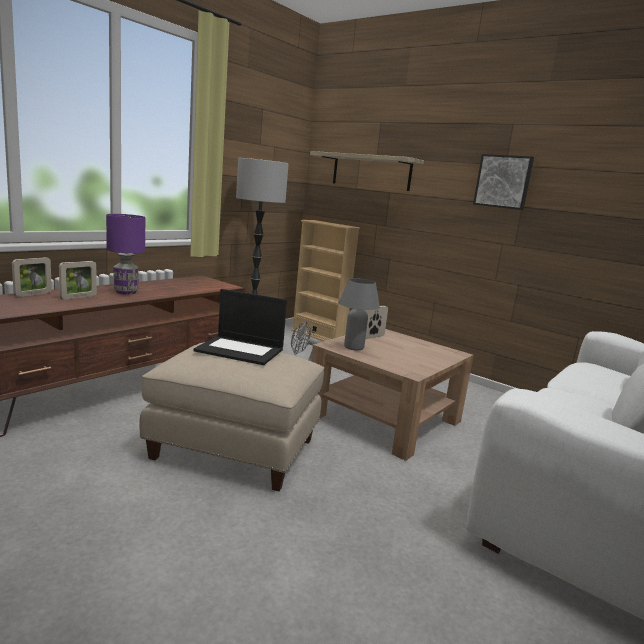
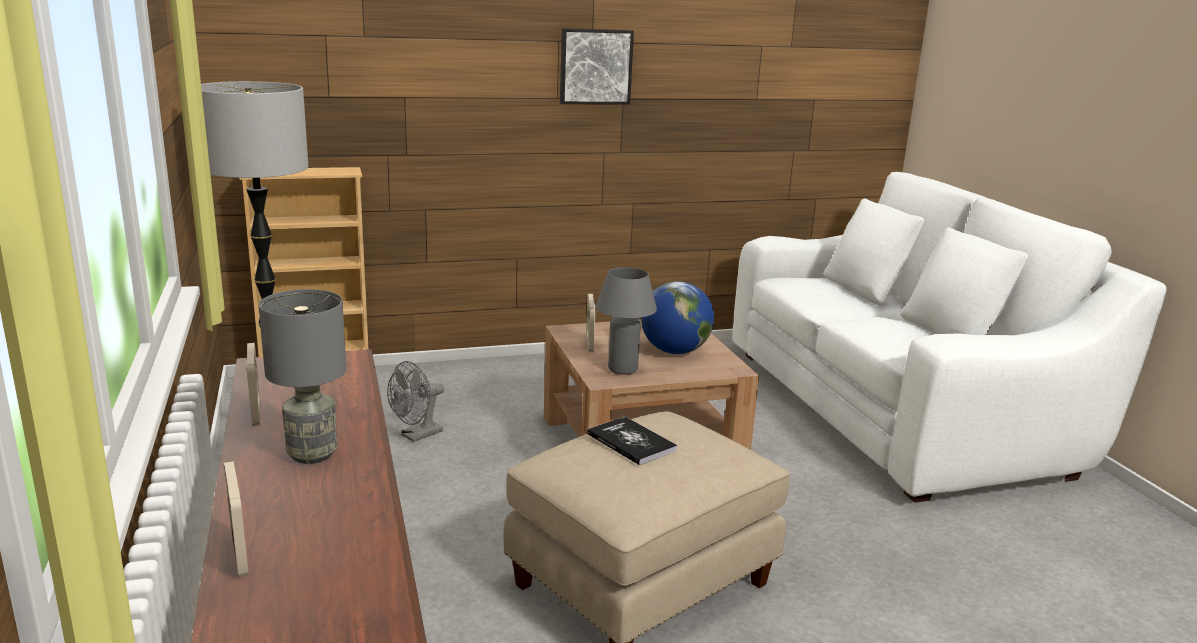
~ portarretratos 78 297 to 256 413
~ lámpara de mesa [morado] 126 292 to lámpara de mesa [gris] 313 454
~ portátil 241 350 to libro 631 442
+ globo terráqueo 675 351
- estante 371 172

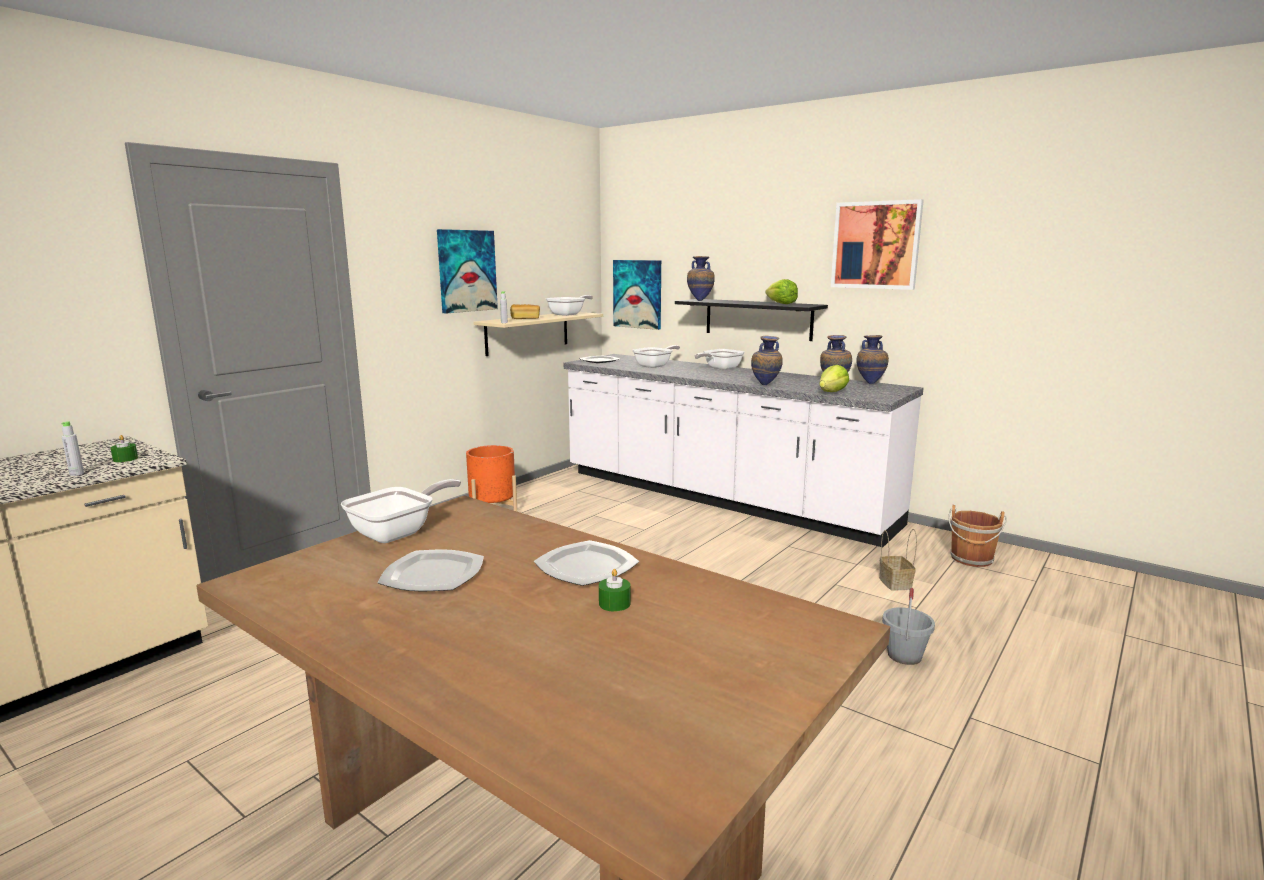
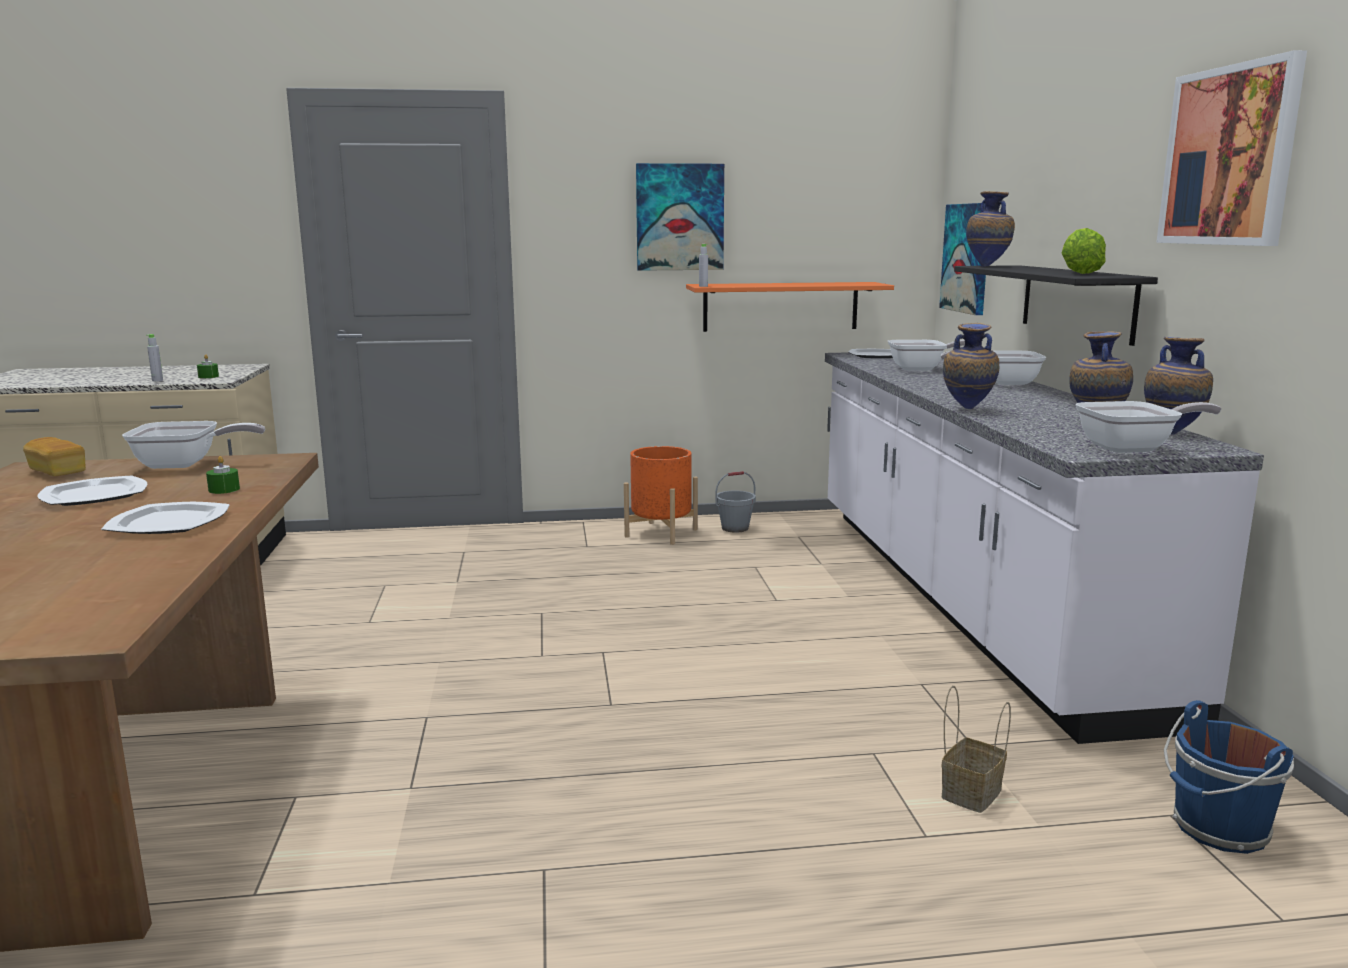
~ pan 525 319 to 57 472
~ vela [verde] 614 603 to 224 489
~ estante [beis] 527 333 to estante [naranja] 780 306
~ cubo [gris] 904 655 to 735 528
~ sartén 569 314 to 1133 448
~ cubo [marrón] 971 559 to cubo [azul] 1217 829
- lechuga 831 392

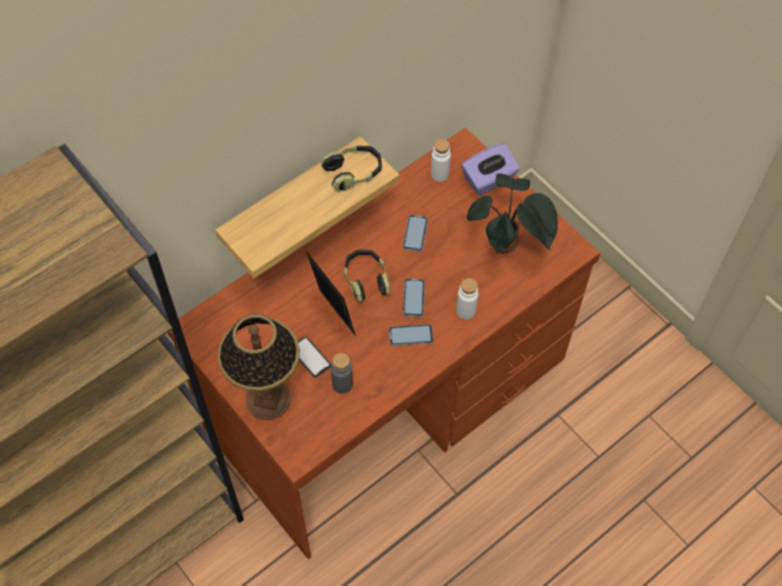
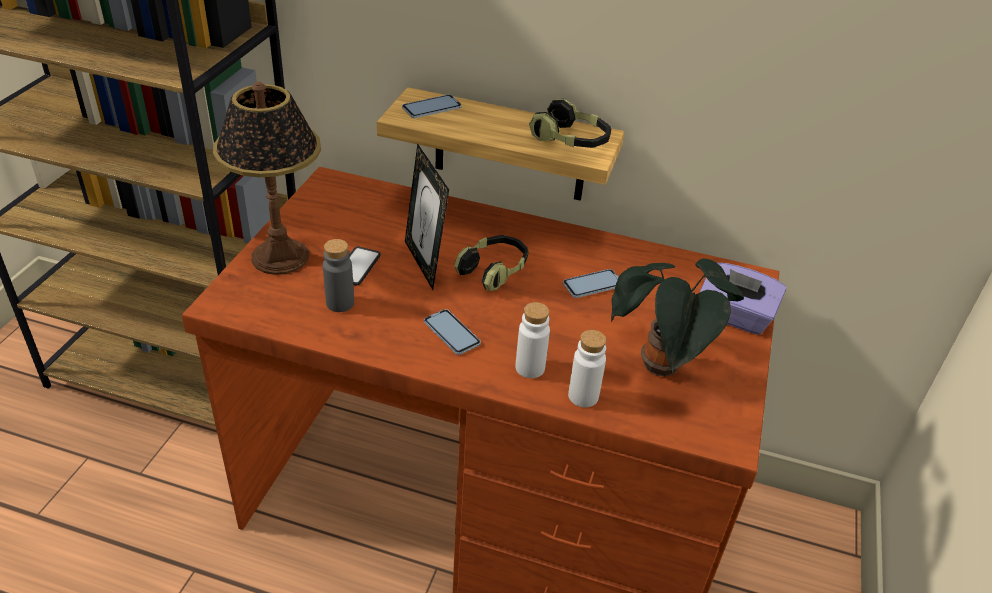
~ móvil 413 298 to 431 108
~ portarretratos 333 315 = 425 263 135 degrees clockwise
~ botella [blanco] 439 174 to 583 396

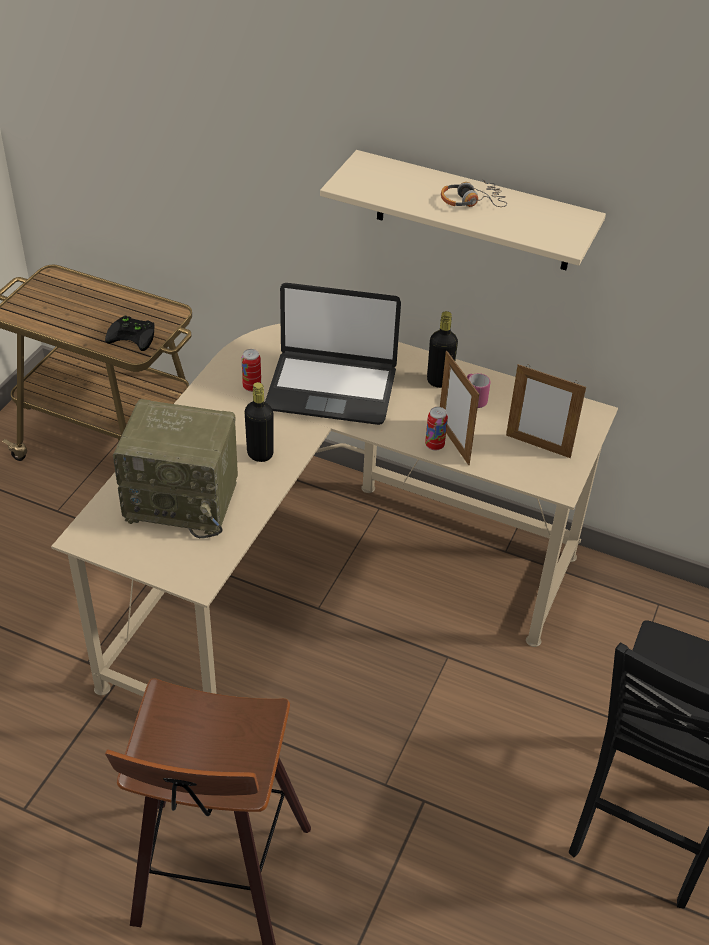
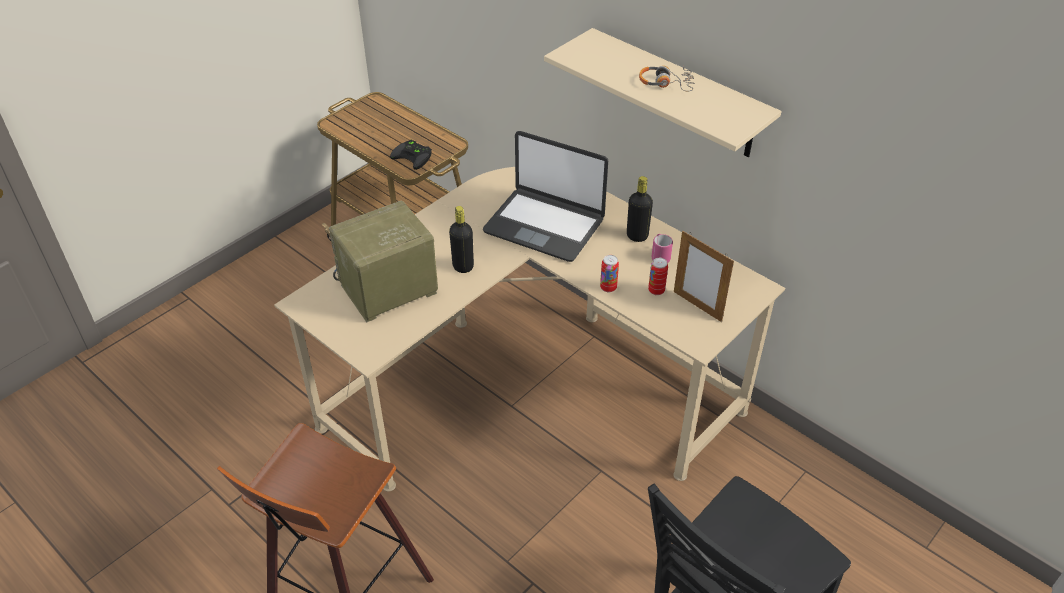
~ radio 184 500 = 387 290 120 degrees clockwise
~ lata 252 387 to 656 290
- portarretratos 453 442

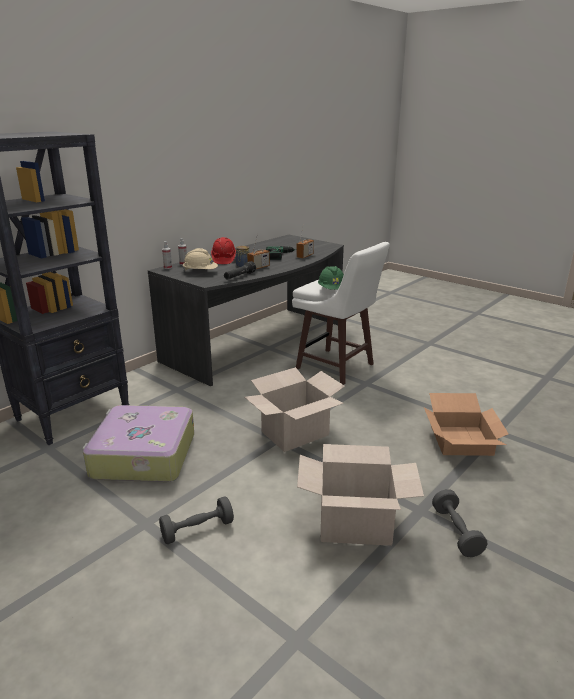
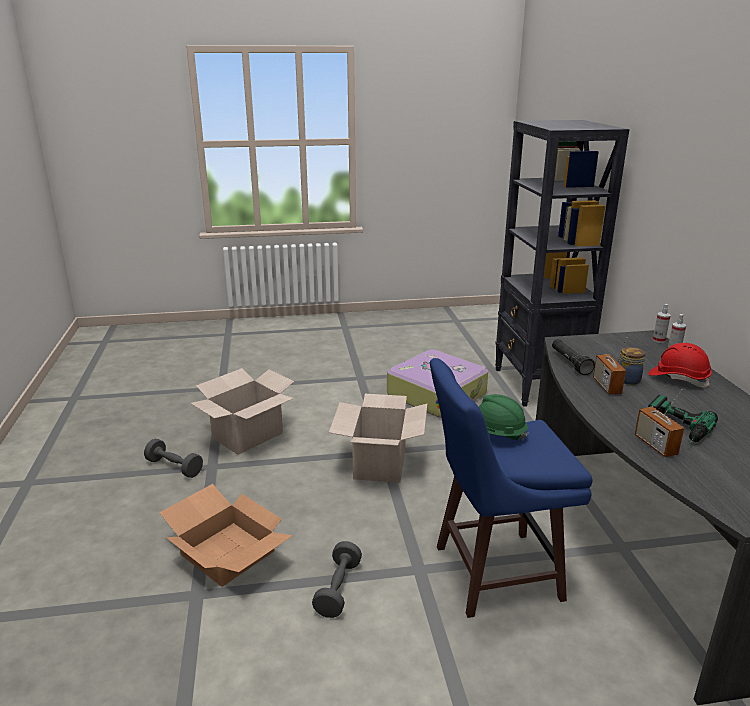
~ mancuerna [gris] 197 530 to 338 589
~ taburete [blanco] 336 367 to taburete [azul] 493 572
- casco [beis] 200 272

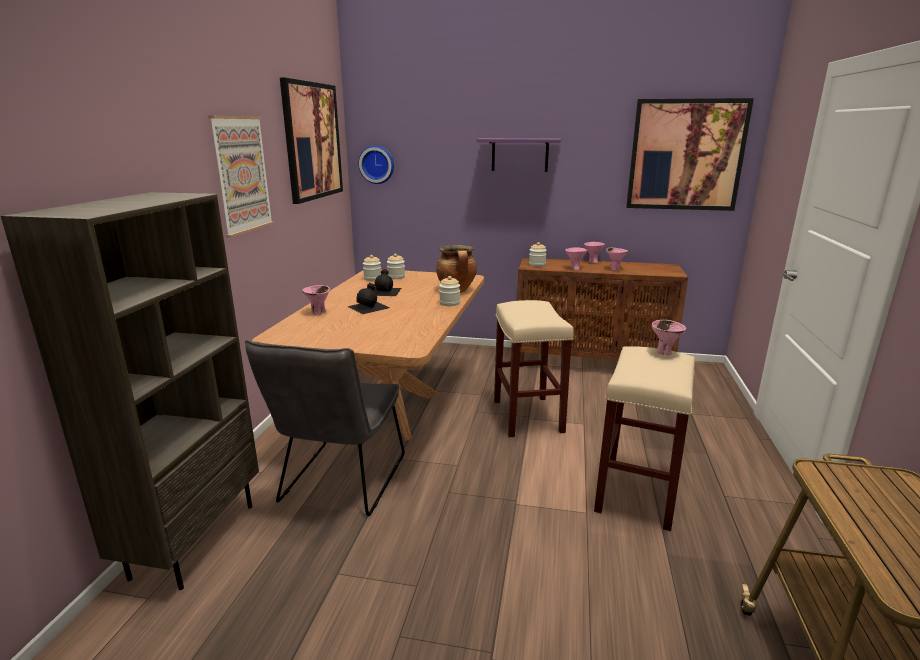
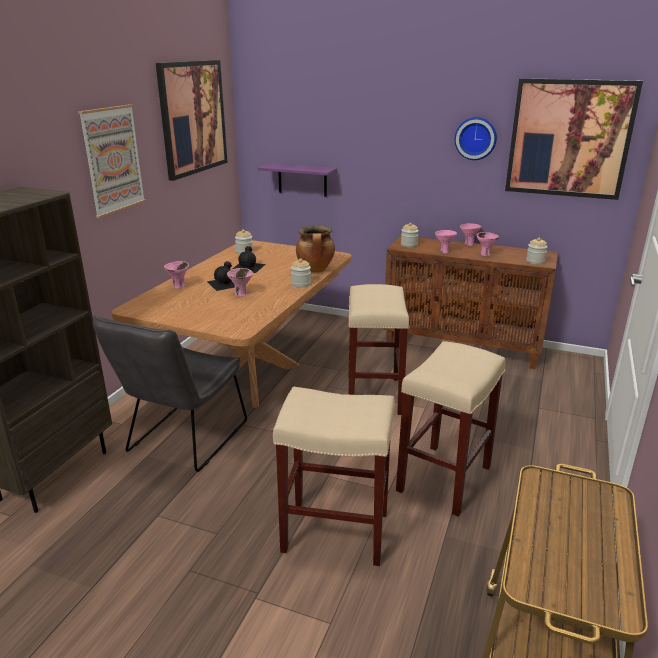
~ cuenco [rosa] 664 352 to 241 294
~ estante [morado] 520 154 to 302 180
+ taburete [beis] 337 531
~ reloj de pared 377 164 to 476 138
~ tarro 396 277 to 535 261

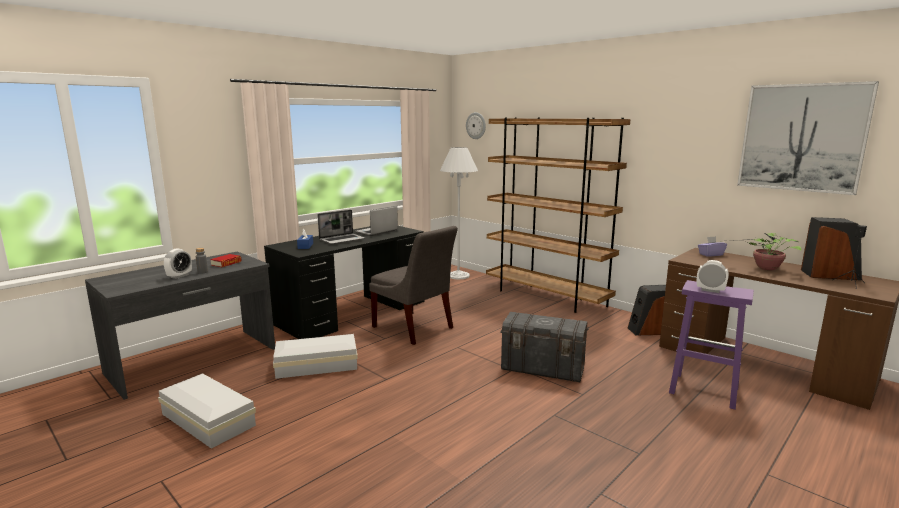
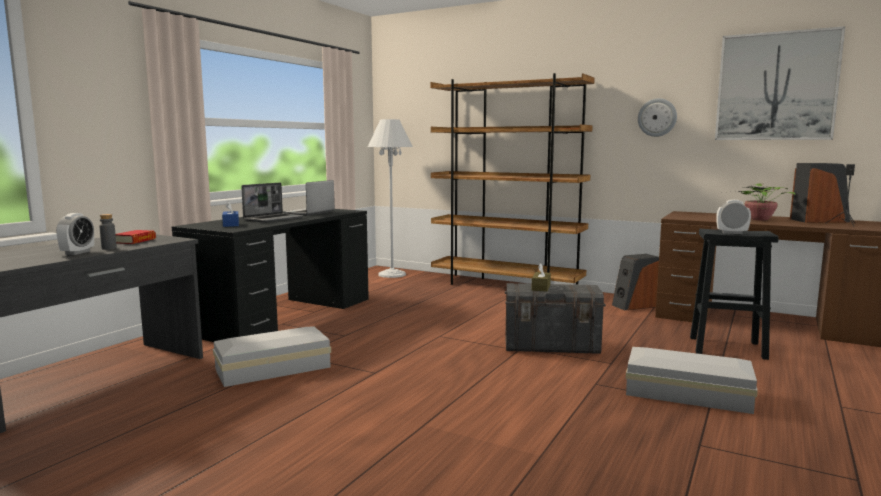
+ caja de pañuelos [marrón] 541 287
~ caja de almacenaje [blanco] 207 421 to 689 394
~ reloj de pared 476 125 to 657 117
~ taburete [morado] 702 390 to taburete [negro] 725 348
- silla [gris] 414 328
- caja de pañuelos [morado] 710 254

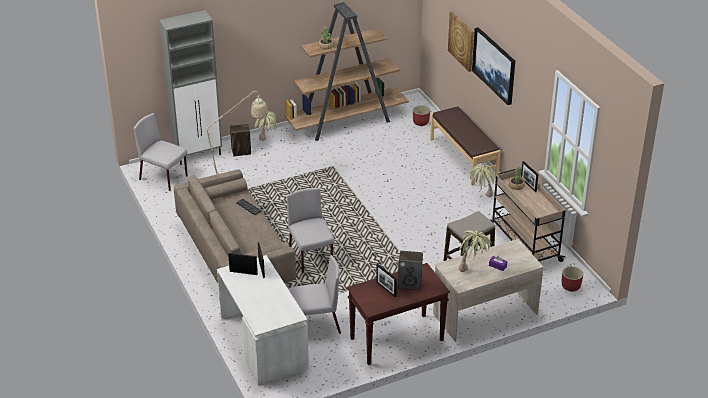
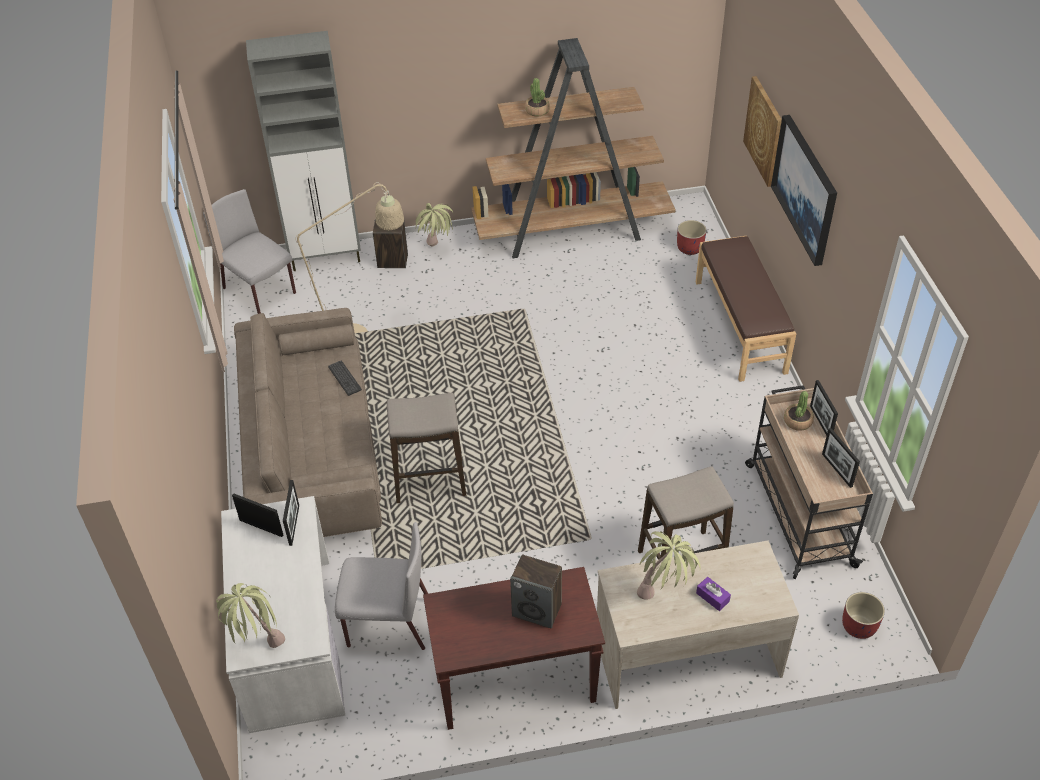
~ planta en maceta 481 197 to 257 643
~ silla [gris] 311 257 to taburete 429 481
~ portarretratos 386 289 to 837 470

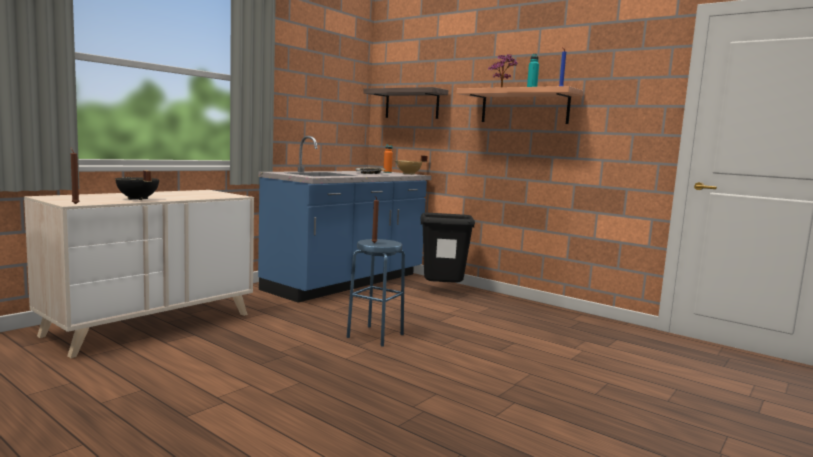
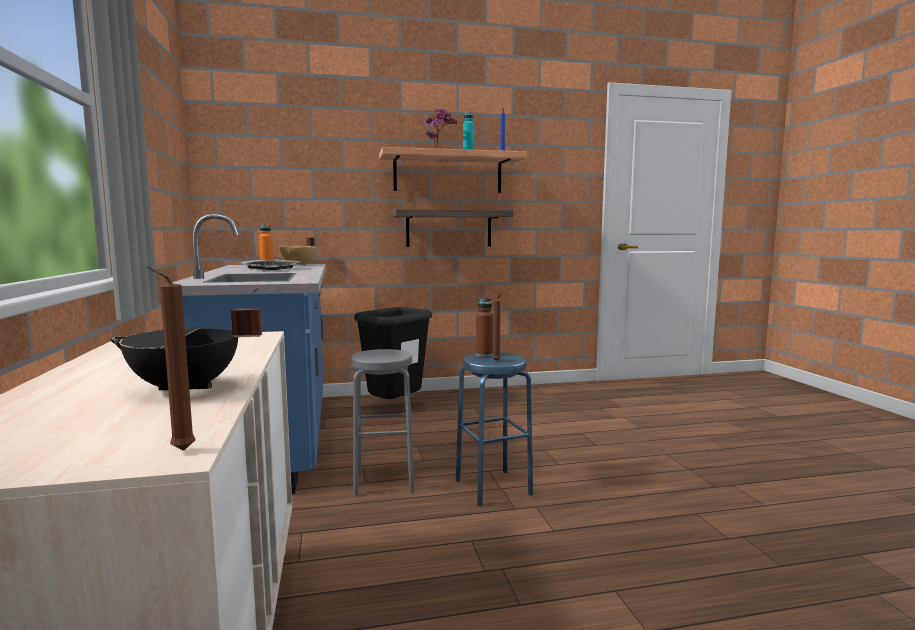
+ taburete [gris] 384 480
~ estante 412 104 to 449 228
+ botella [marrón] 484 355

